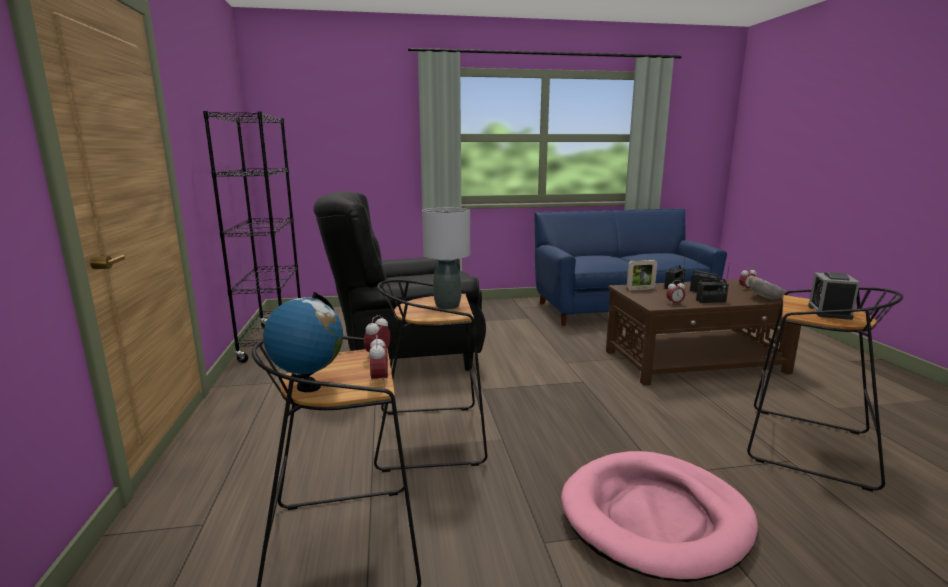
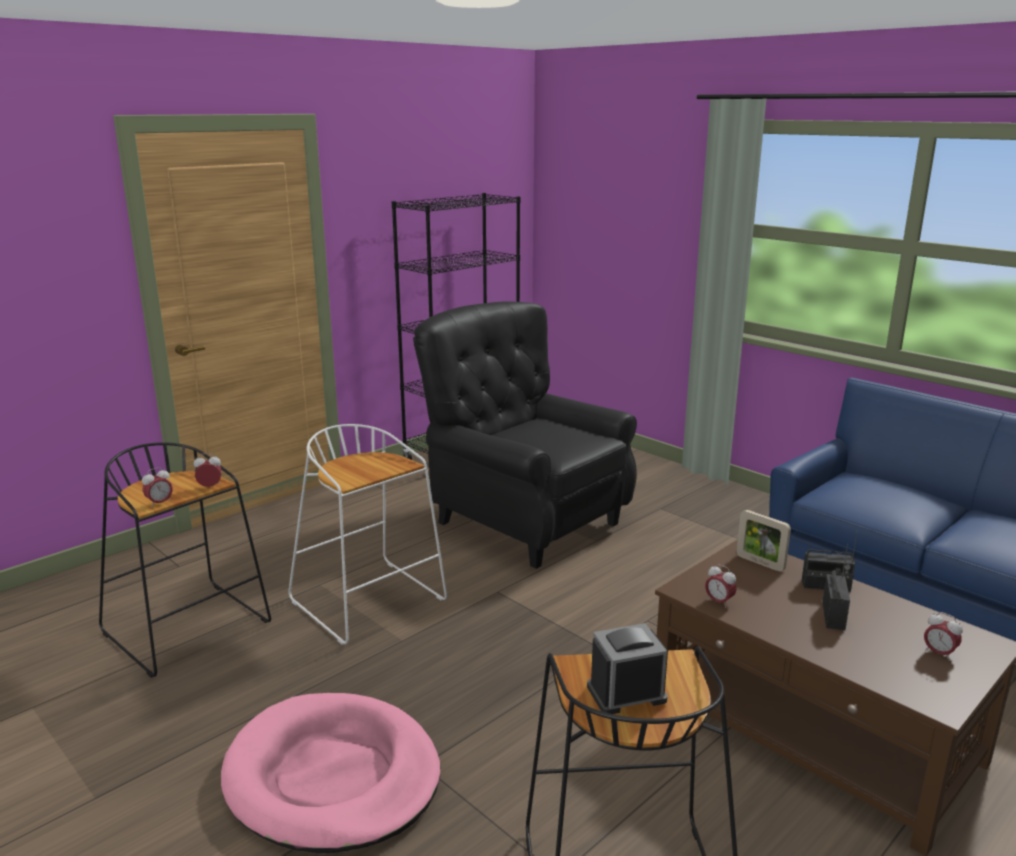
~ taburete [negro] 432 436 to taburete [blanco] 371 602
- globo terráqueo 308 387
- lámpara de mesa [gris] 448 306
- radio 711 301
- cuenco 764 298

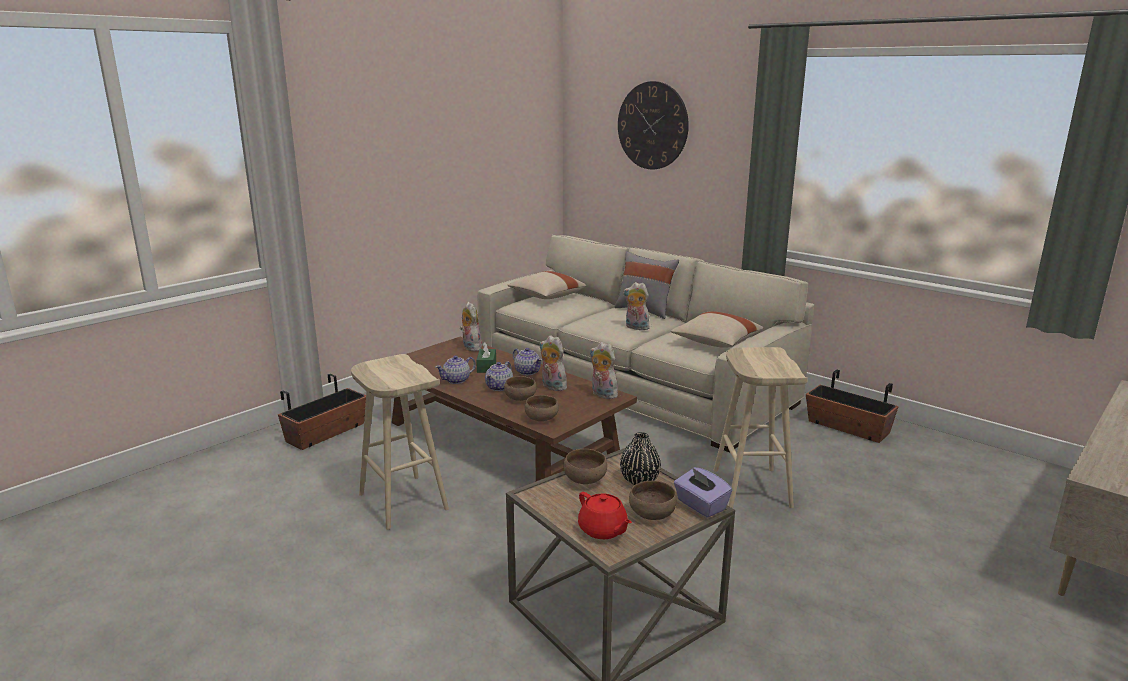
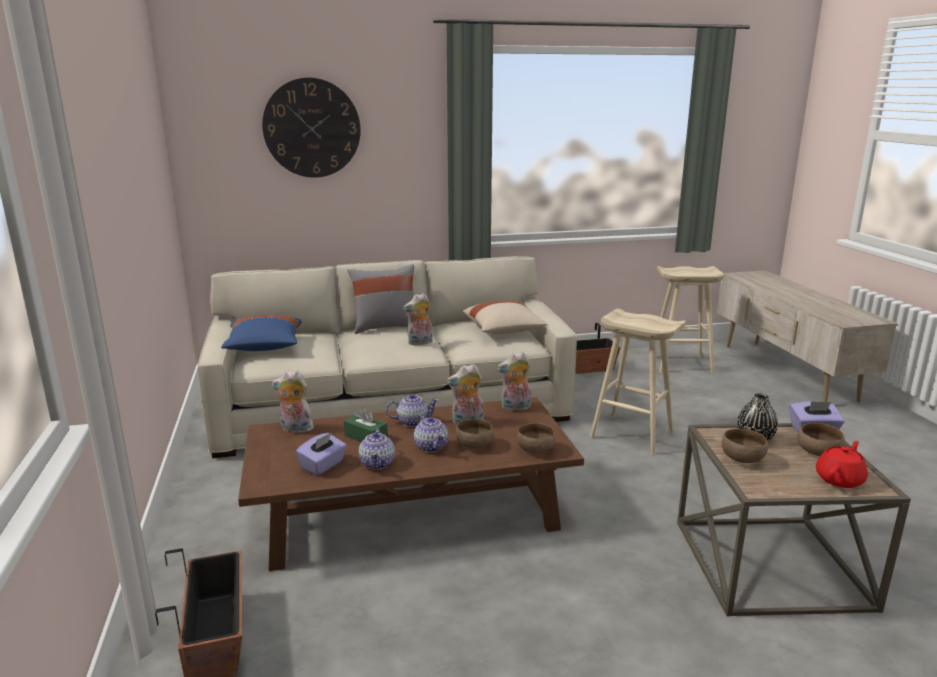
~ cojín [beis] 546 297 to cojín [azul] 264 347
+ caja de pañuelos [morado] 323 465
~ taburete [beis] 401 501 to 680 364
~ tetera [rojo] 603 530 = 840 479 45 degrees counterclockwise

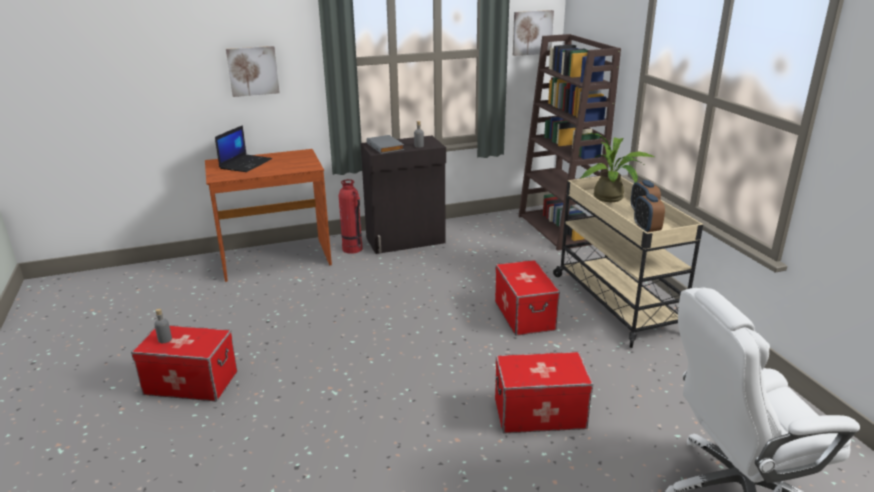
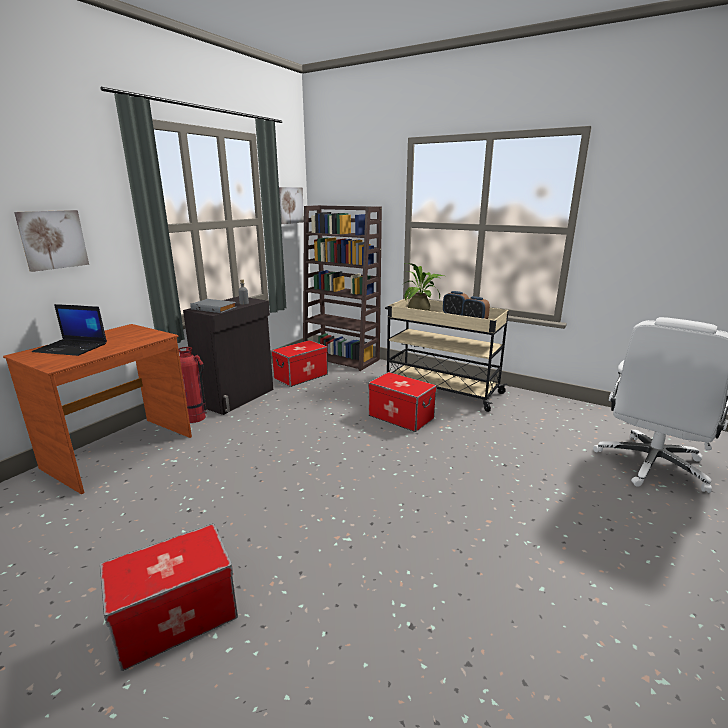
~ portátil 246 163 = 72 348 120 degrees clockwise
~ caja de almacenaje 540 413 to 301 376
- botella [gris] 165 339

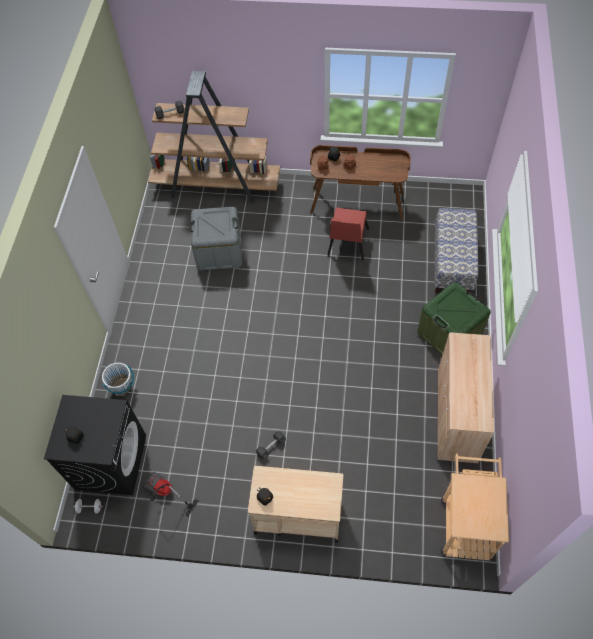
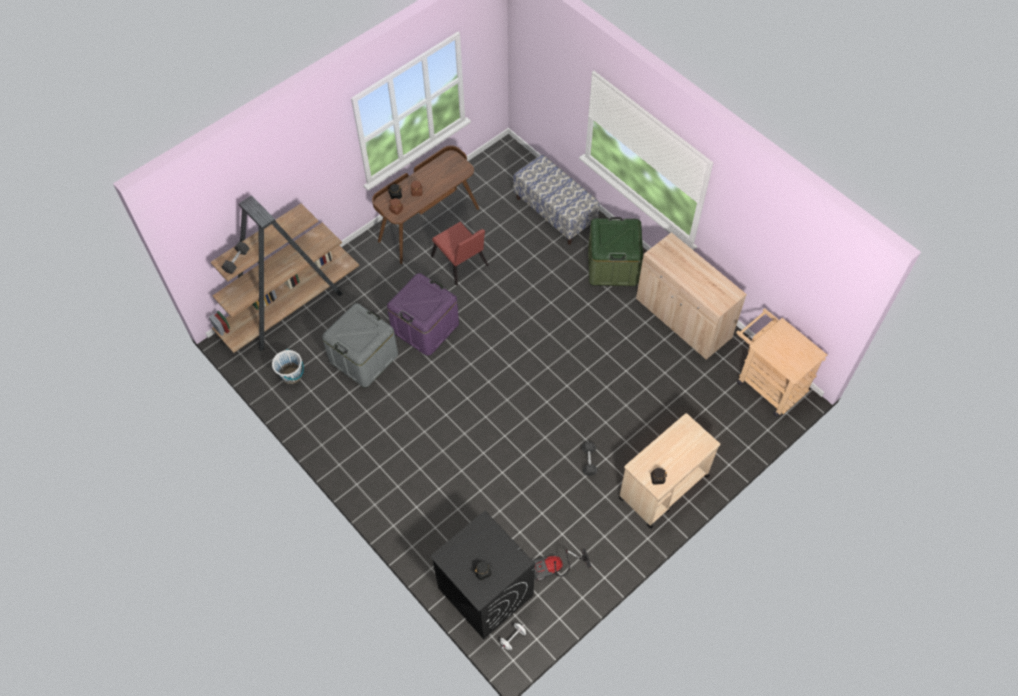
~ cubo [blanco] 122 386 to 292 376
+ caja de almacenaje [morado] 425 327

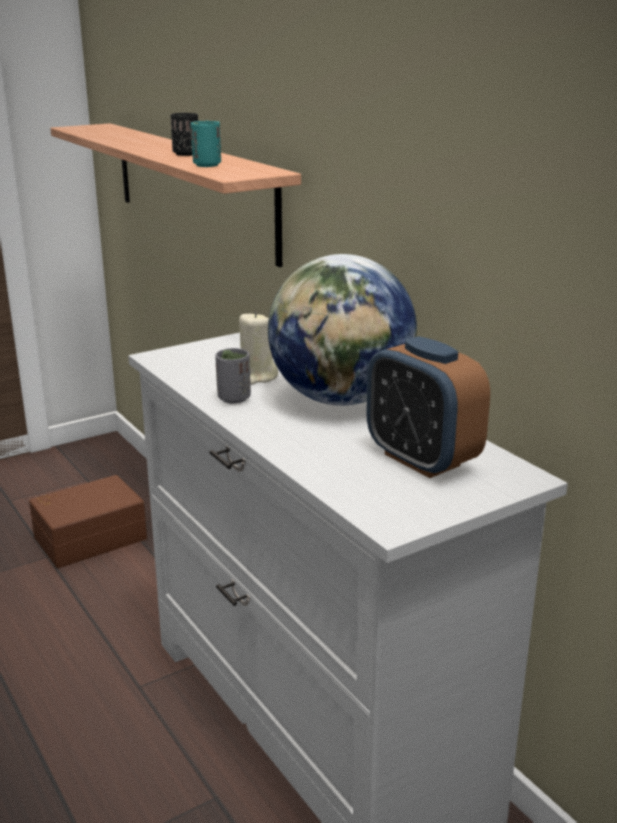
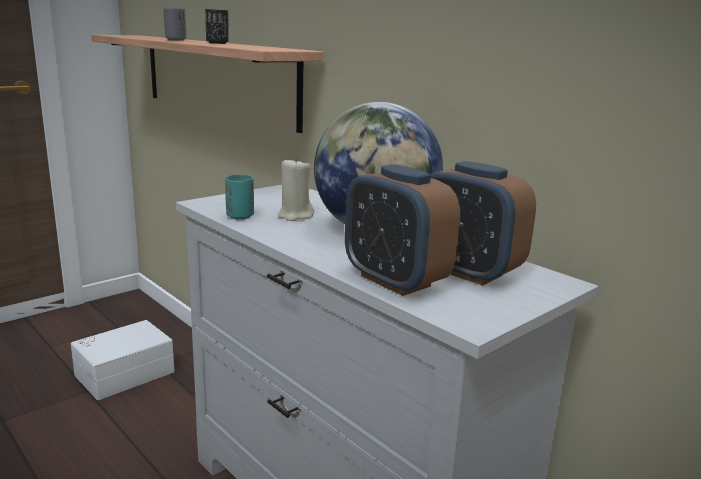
~ caja de almacenaje [marrón] 89 537 to caja de almacenaje [blanco] 123 373
~ taza [gris] 234 398 to 175 40
~ taza [turquesa] 207 165 to 240 216
+ despertador 395 281

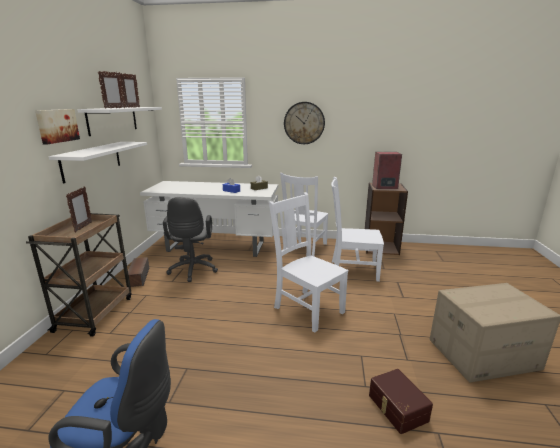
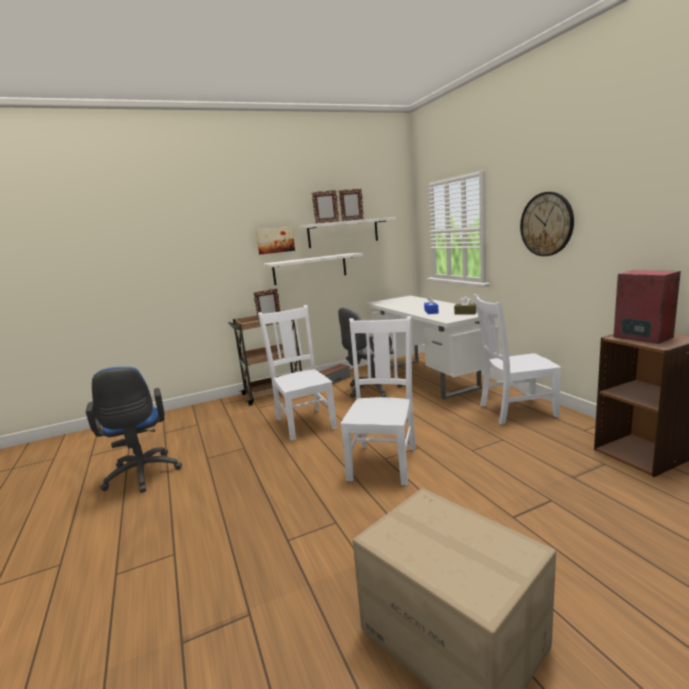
~ silla [blanco] 352 270 to 305 422
- caja de almacenaje [marrón] 396 408

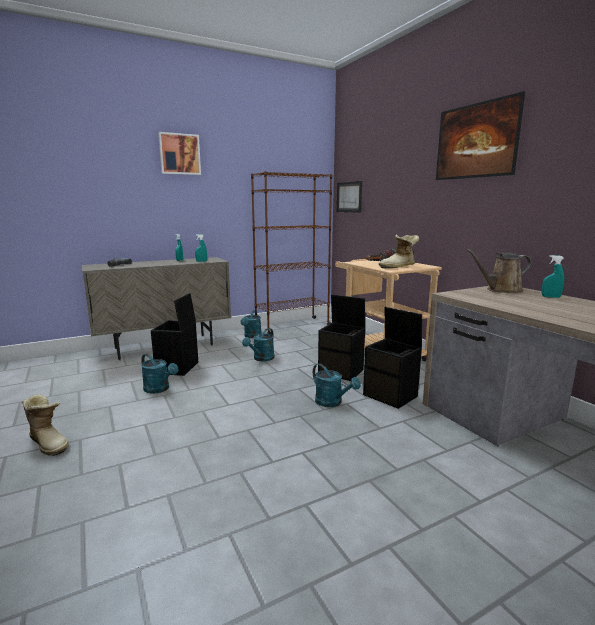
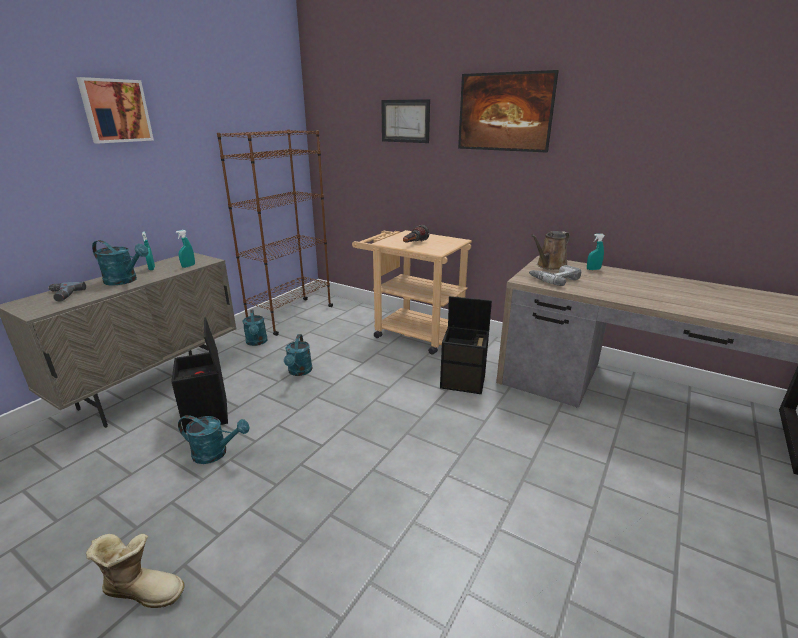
~ regadera [turquesa] 332 403 to 125 281
~ cuadro 349 197 to 405 121
+ taladro 554 279
- caja de almacenaje [negro] 342 371
- bota 399 267

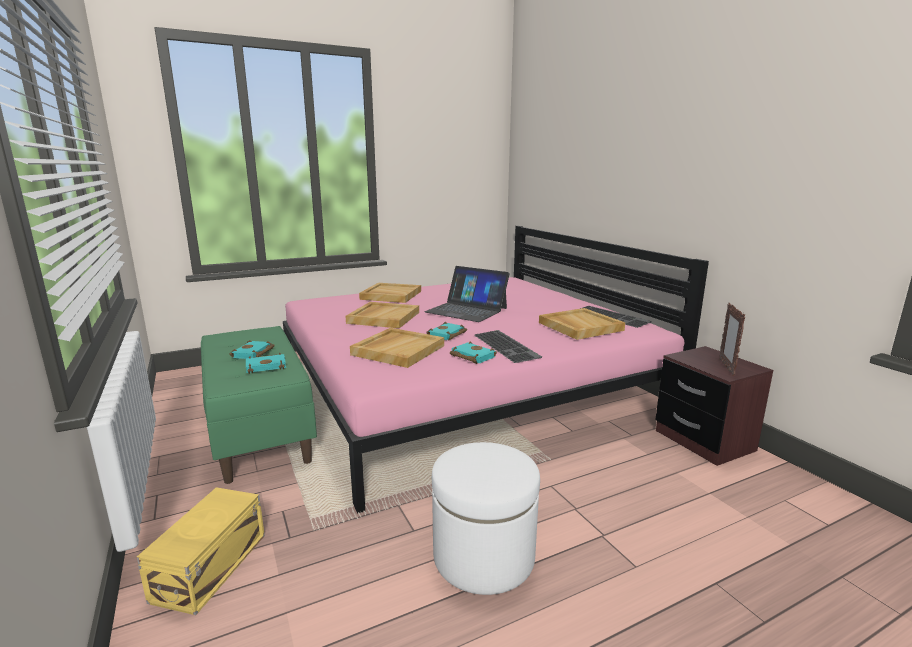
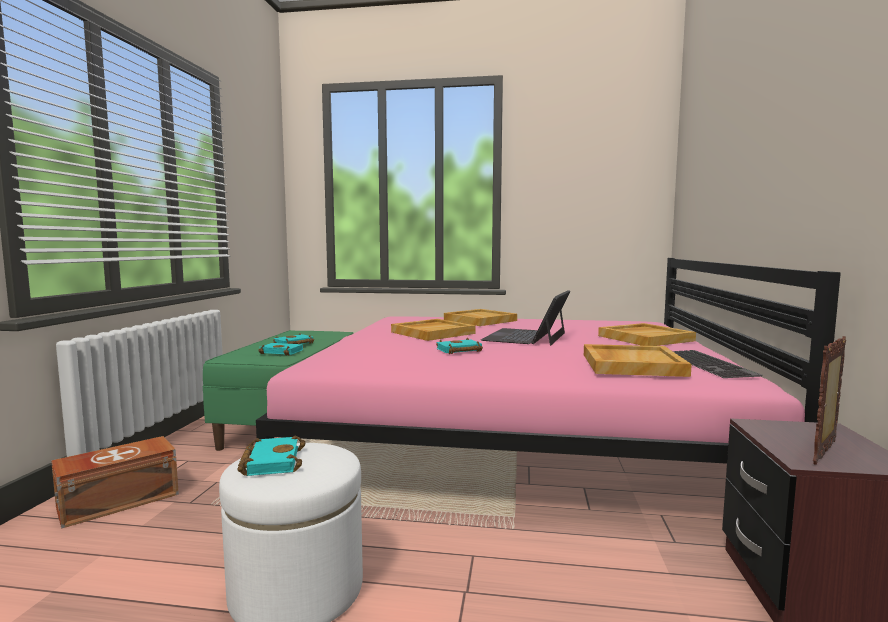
~ caja de almacenaje [amarillo] 208 567 to caja de almacenaje [marrón] 116 501
~ libro [turquesa] 471 356 to 271 461
~ portátil 466 310 = 526 337 45 degrees clockwise
~ bandeja [beis] 398 350 to 645 338
- teclado 507 346

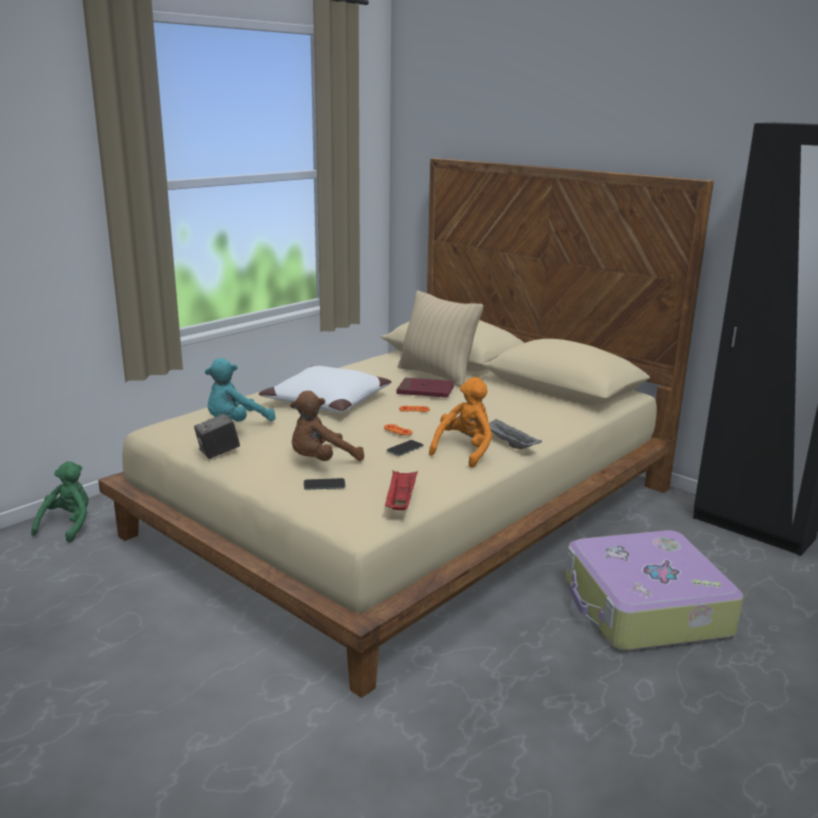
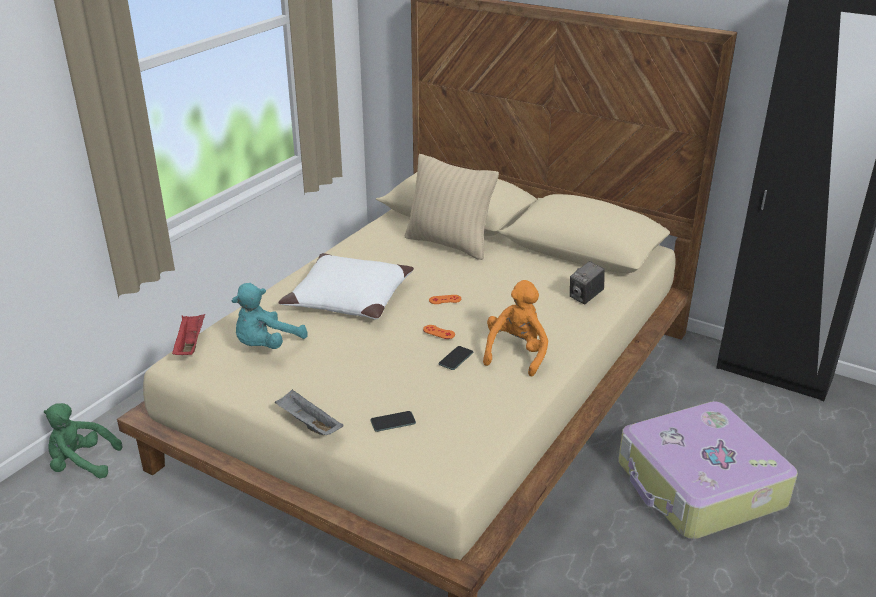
~ peluche [verde] 68 526 = 82 463 90 degrees counterclockwise
~ bandeja [rojo] 400 501 to 190 344
~ bandeja [gris] 509 444 to 308 424
~ cámara 218 453 to 585 297
- peluche [marrón] 321 461
- libro [rojo] 425 391

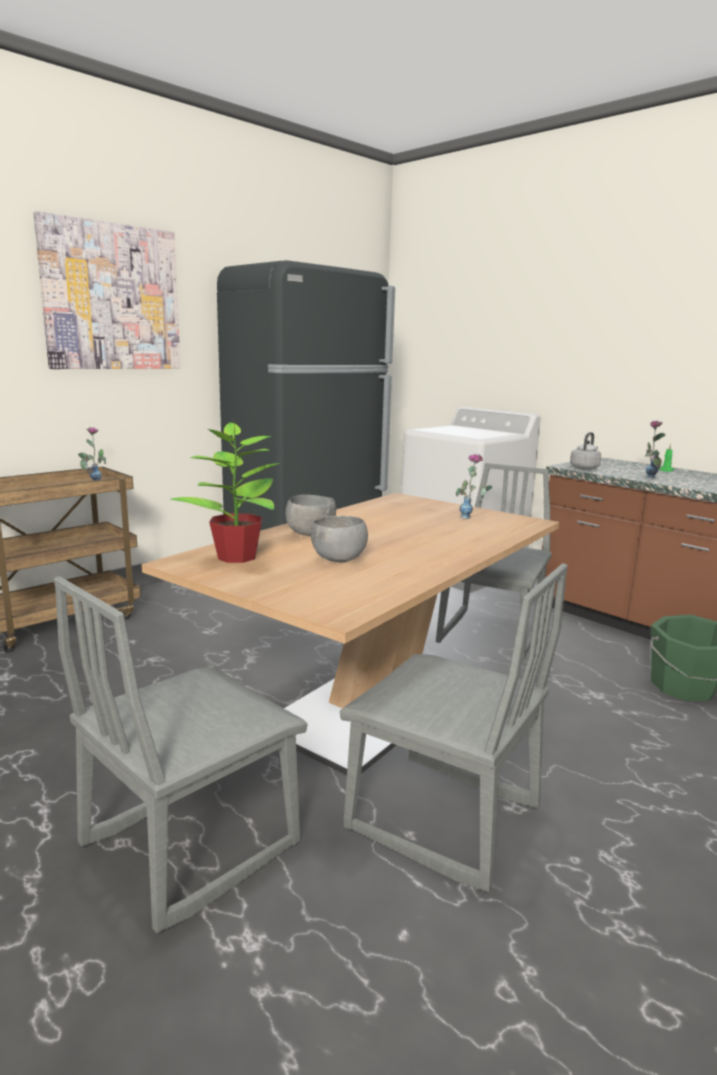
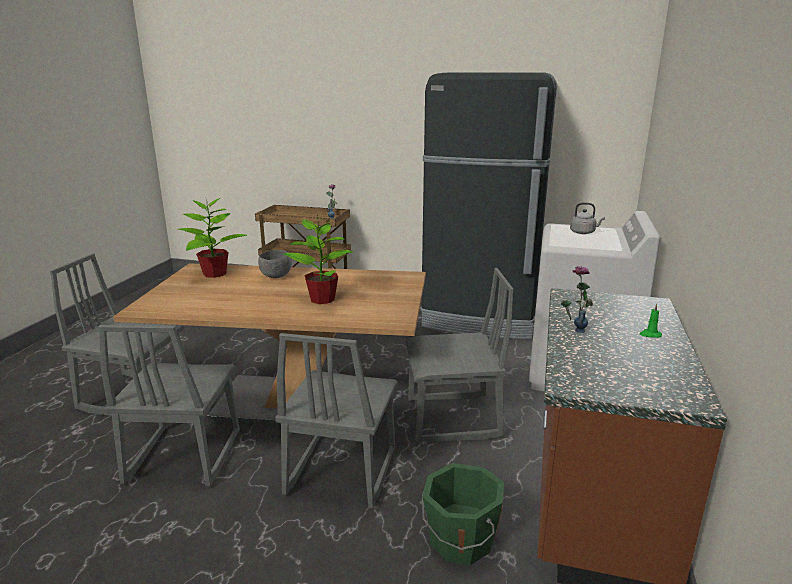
+ silla [gris] 340 471
+ planta en maceta 323 299
~ hervidor [gris] 585 467 to 583 232
- cuadro 111 297
- cuenco [gris] 338 560
- florero 472 518

